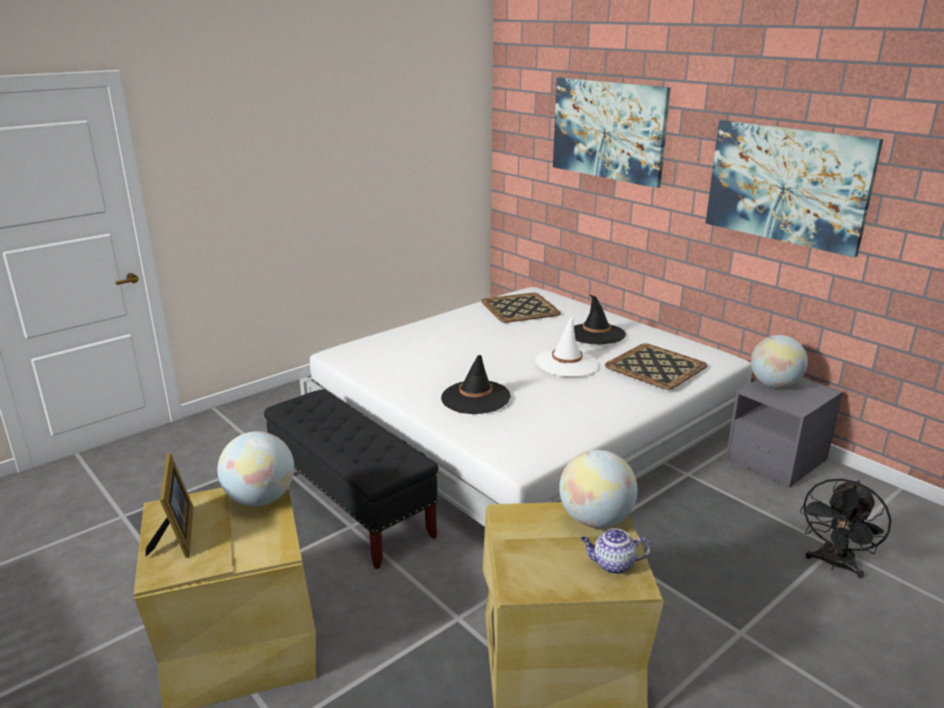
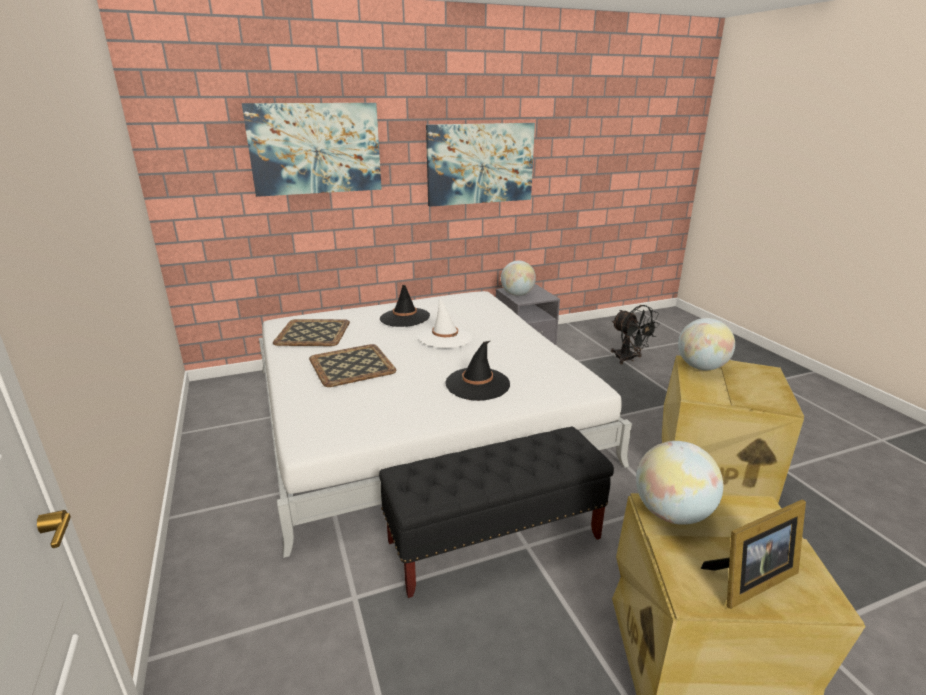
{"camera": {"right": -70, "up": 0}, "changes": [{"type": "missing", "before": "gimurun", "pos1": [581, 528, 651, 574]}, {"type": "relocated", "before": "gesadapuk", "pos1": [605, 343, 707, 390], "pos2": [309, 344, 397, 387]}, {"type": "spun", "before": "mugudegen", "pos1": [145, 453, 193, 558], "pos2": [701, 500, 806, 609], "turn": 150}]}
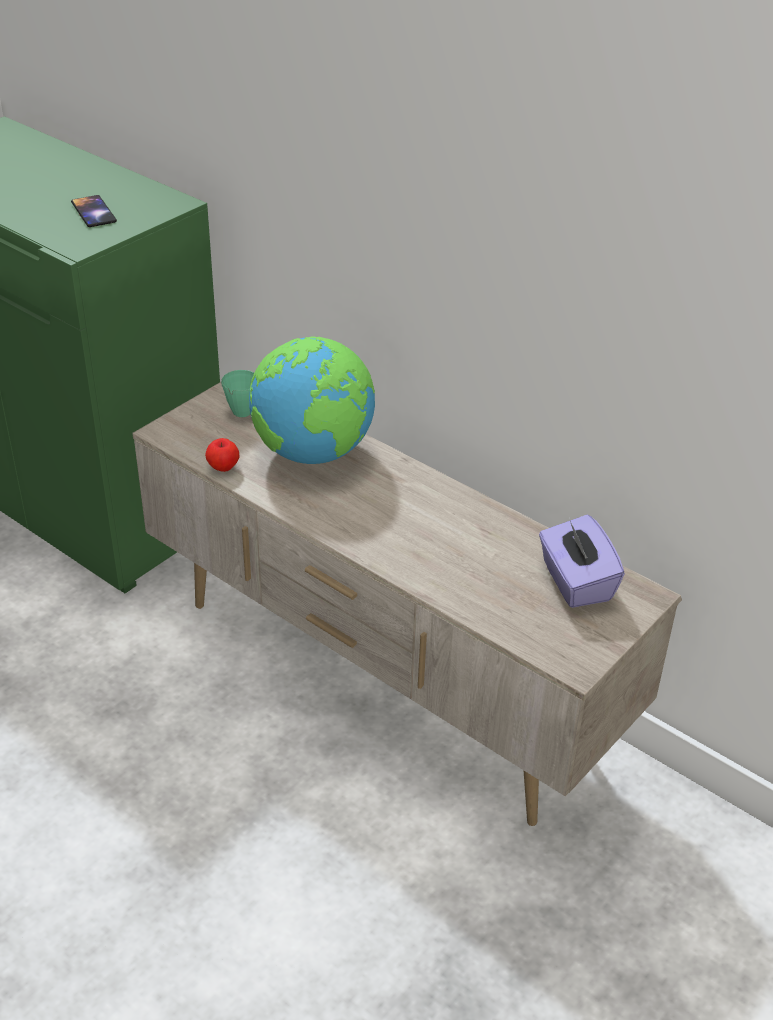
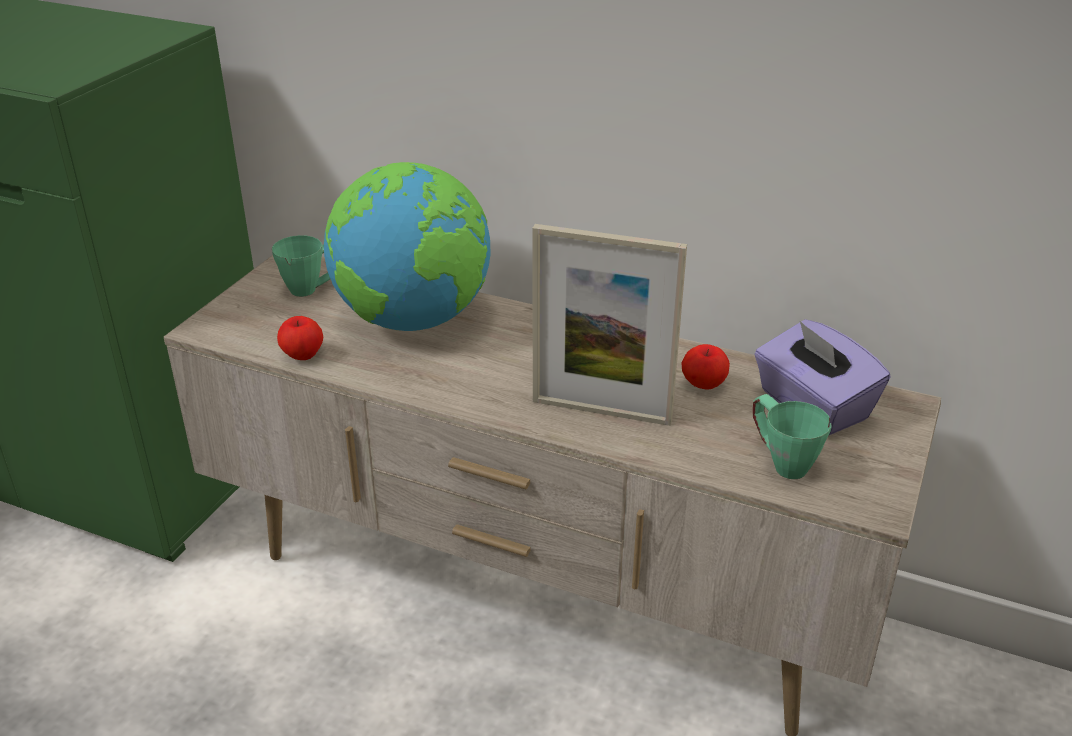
{"camera": {"right": -15, "up": -5}, "changes": [{"type": "missing", "before": "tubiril", "pos1": [71, 195, 117, 227]}, {"type": "appeared", "after": "mugudegen", "pos2": [532, 224, 687, 426]}, {"type": "appeared", "after": "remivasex", "pos2": [682, 344, 730, 390]}, {"type": "appeared", "after": "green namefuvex", "pos2": [753, 394, 831, 479]}]}
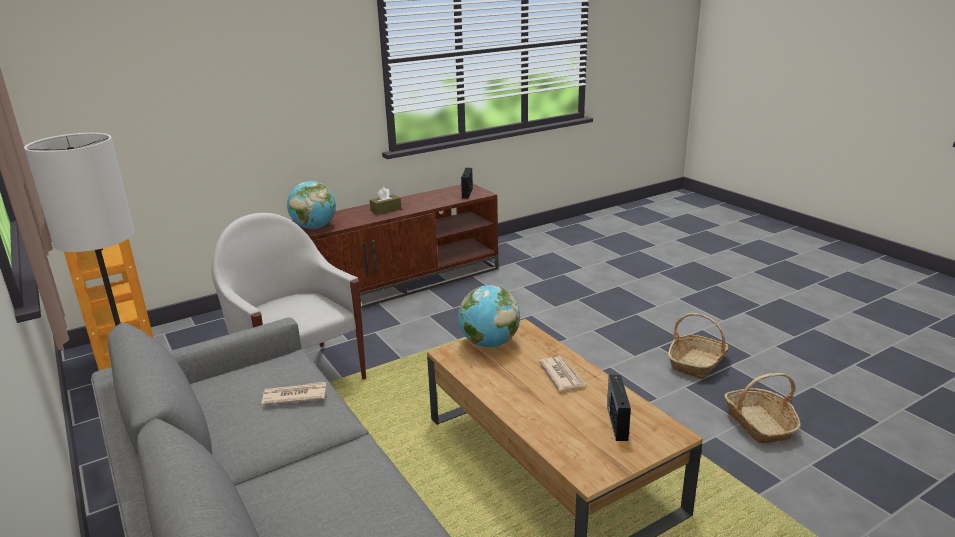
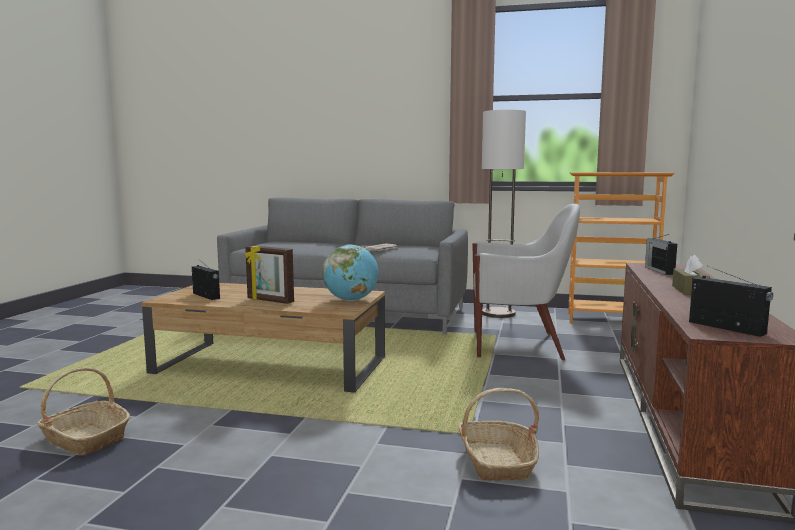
{"camera": {"right": 135, "up": -15}, "changes": [{"type": "relocated", "before": "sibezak", "pos1": [668, 313, 728, 379], "pos2": [458, 388, 539, 481]}, {"type": "exchanged", "before": "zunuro", "after": "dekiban", "pos1": [287, 181, 336, 229], "pos2": [645, 234, 677, 275]}, {"type": "exchanged", "before": "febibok", "after": "mugudegen", "pos1": [539, 356, 586, 390], "pos2": [245, 245, 294, 304]}]}
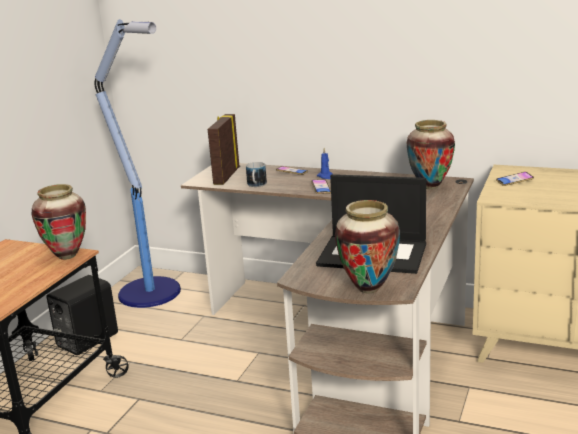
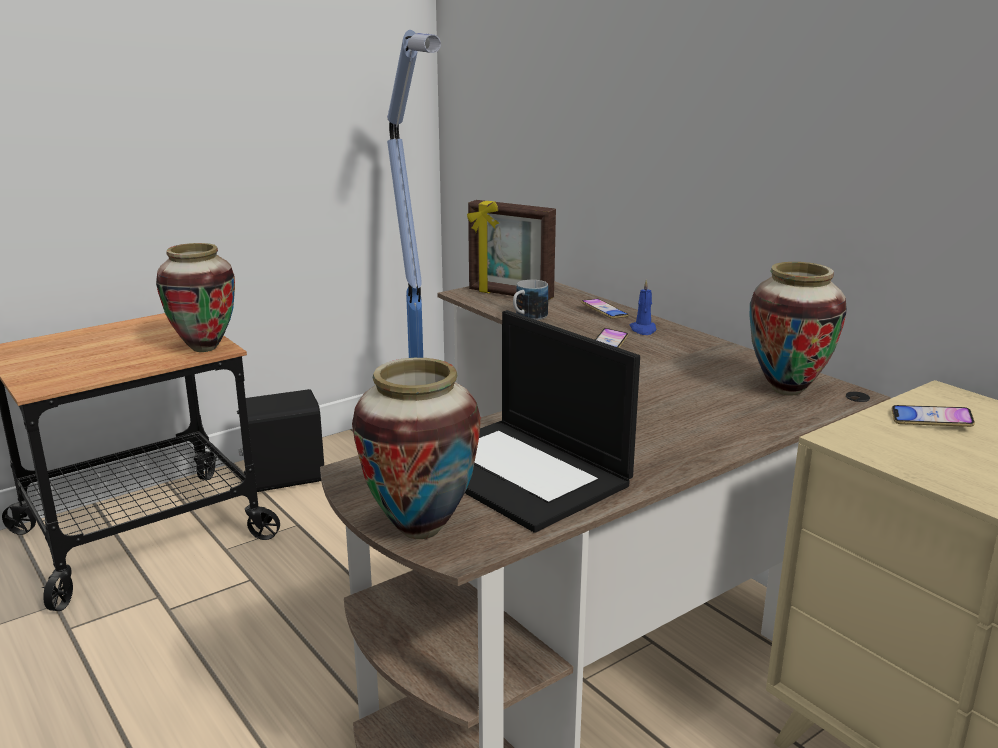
{"camera": {"right": 30, "up": 0}, "changes": [{"type": "spun", "before": "mugudegen", "pos1": [208, 114, 240, 185], "pos2": [467, 200, 556, 300], "turn": -105}]}
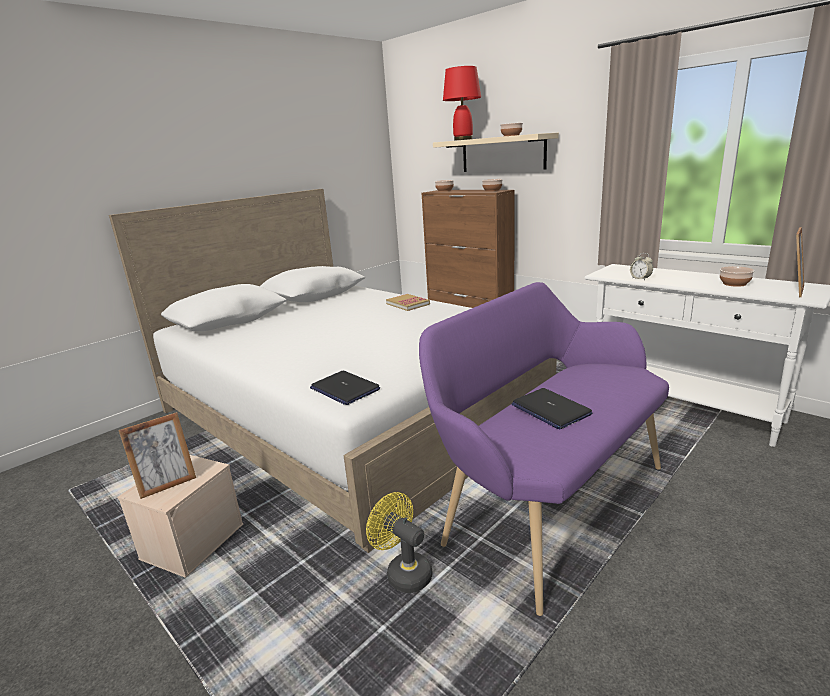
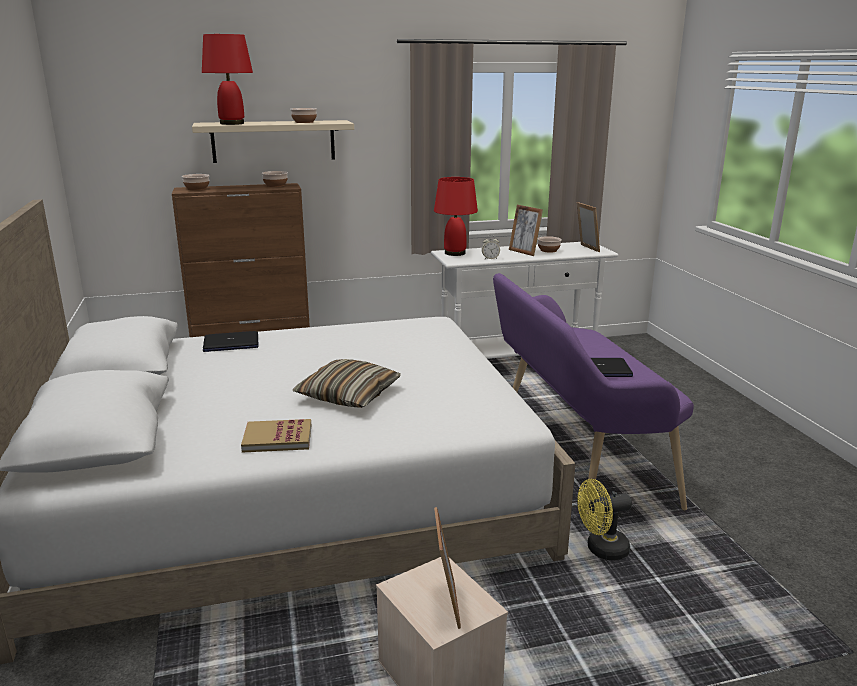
{"camera": {"right": -60, "up": 0}, "changes": [{"type": "appeared", "after": "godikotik", "pos2": [293, 359, 401, 408]}, {"type": "appeared", "after": "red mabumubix", "pos2": [434, 177, 478, 256]}, {"type": "appeared", "after": "mugudegen", "pos2": [509, 205, 543, 256]}, {"type": "relocated", "before": "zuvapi", "pos1": [310, 371, 380, 405], "pos2": [203, 331, 258, 352]}, {"type": "relocated", "before": "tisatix", "pos1": [386, 294, 430, 311], "pos2": [241, 419, 311, 453]}]}
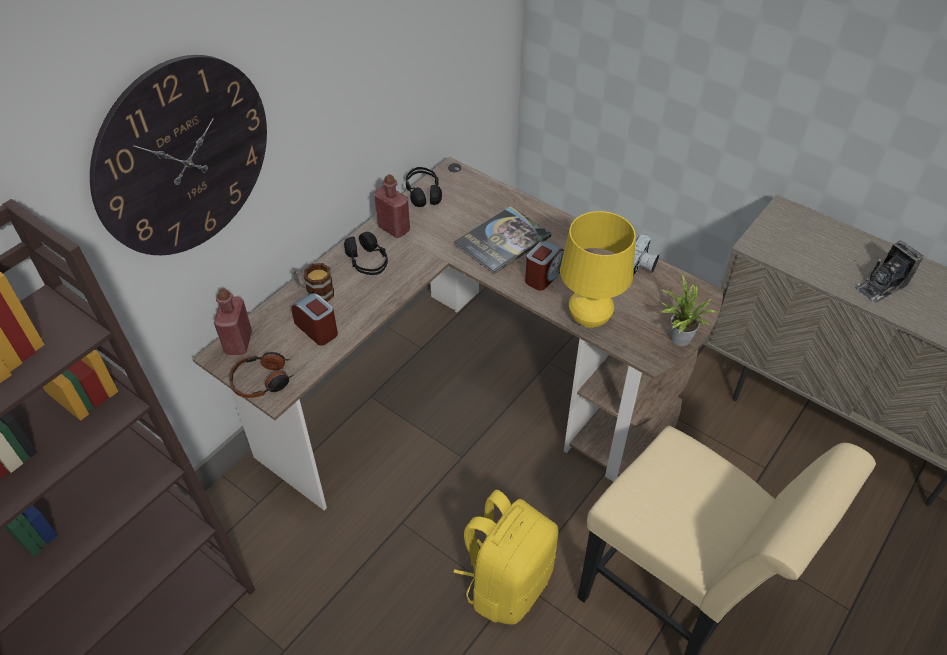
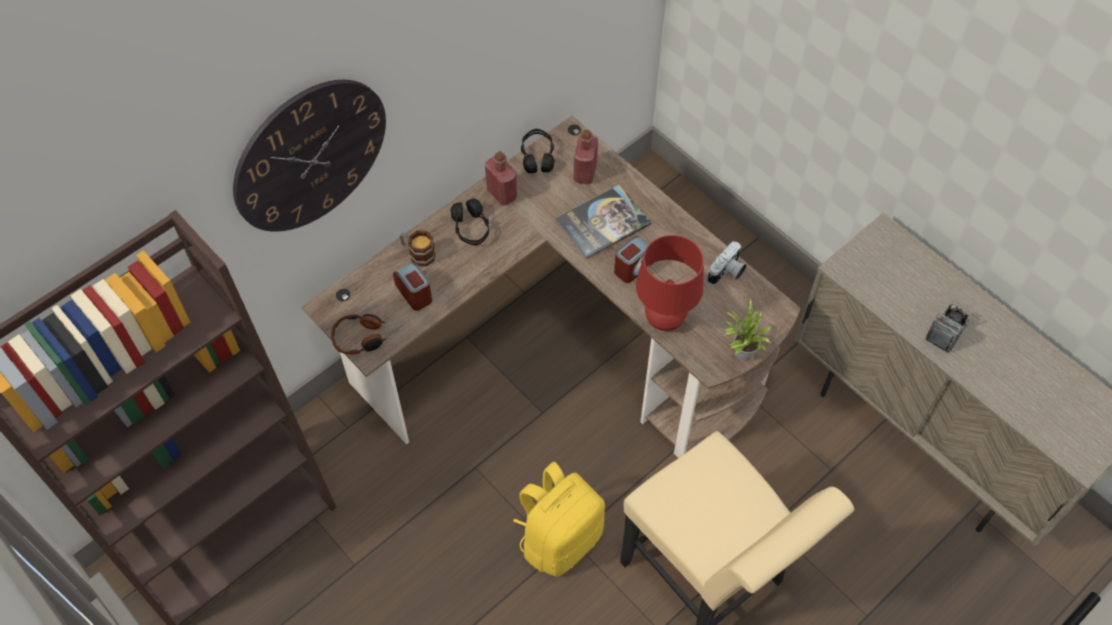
{"camera": {"right": 10, "up": 10}, "changes": [{"type": "relocated", "before": "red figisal", "pos1": [214, 289, 252, 355], "pos2": [574, 130, 598, 184]}, {"type": "colour", "before": "yellow mabumubix", "after": "red mabumubix", "pos1": [560, 211, 636, 328], "pos2": [636, 235, 704, 331]}, {"type": "spun", "before": "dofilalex", "pos1": [853, 241, 924, 303], "pos2": [925, 301, 971, 353], "turn": 150}]}
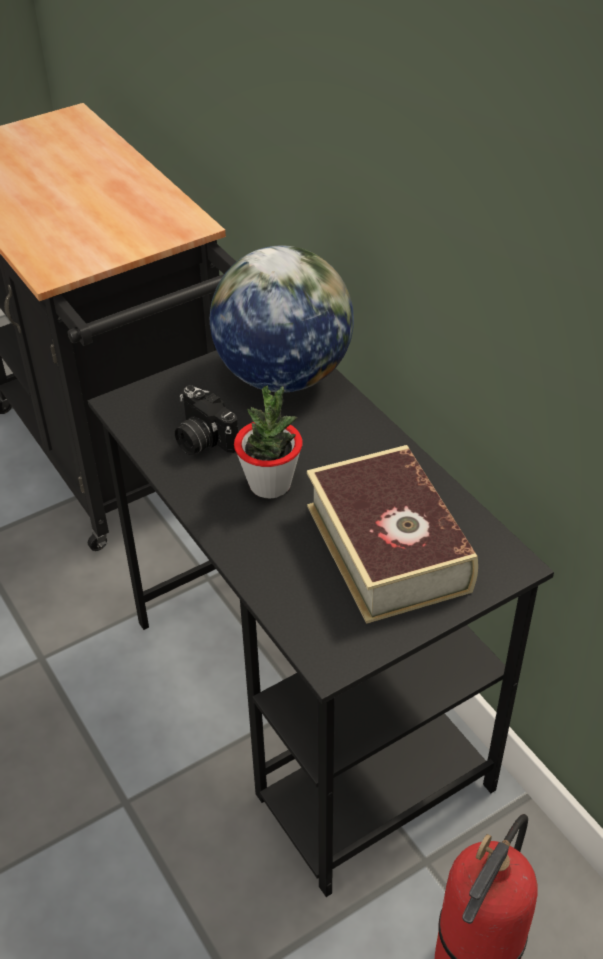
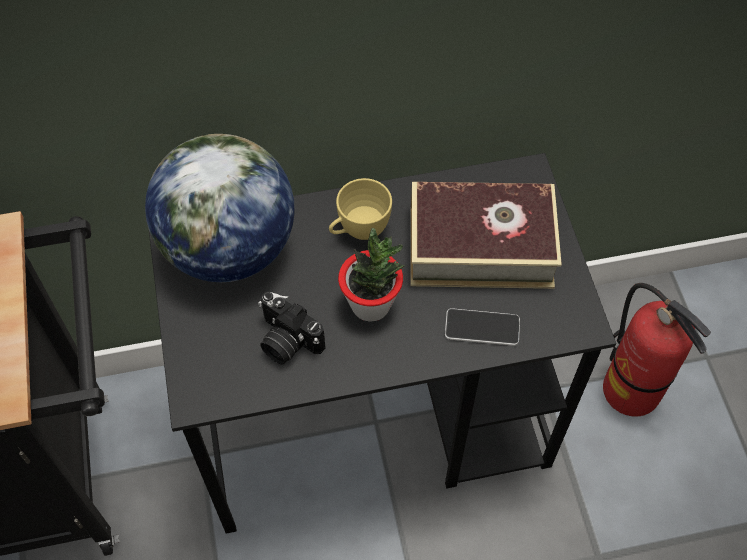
{"camera": {"right": -70, "up": 15}, "changes": [{"type": "appeared", "after": "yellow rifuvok", "pos2": [329, 178, 392, 240]}, {"type": "appeared", "after": "tubiril", "pos2": [445, 308, 520, 346]}, {"type": "spun", "before": "dofilalex", "pos1": [175, 385, 238, 455], "pos2": [258, 292, 325, 365], "turn": 60}]}
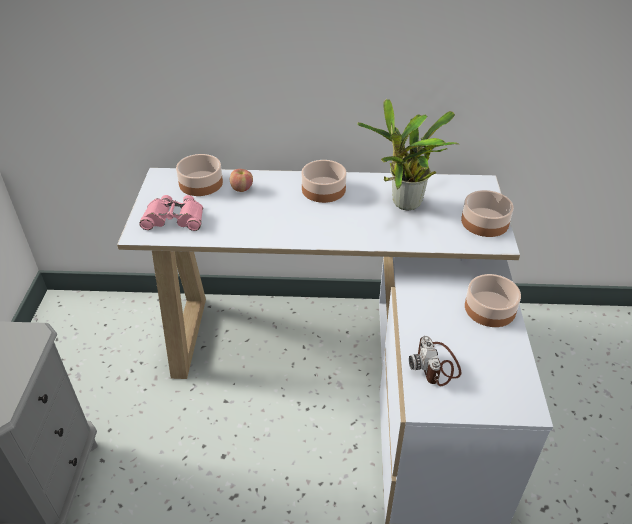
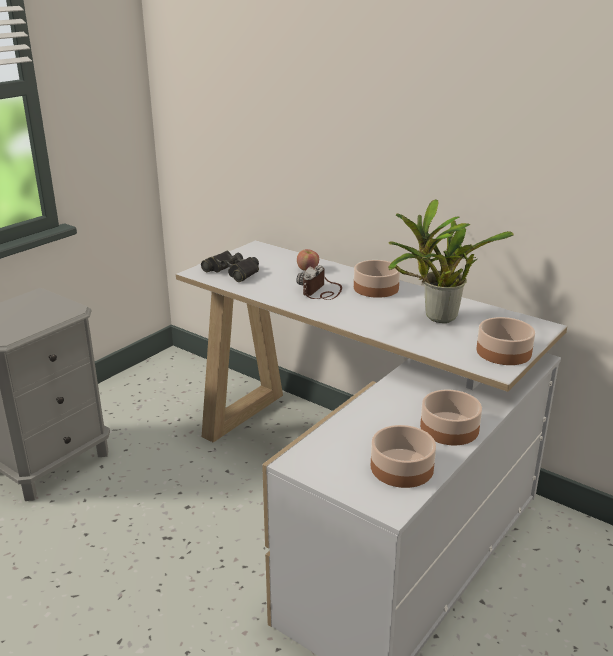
{"camera": {"right": 35, "up": -15}, "changes": [{"type": "relocated", "before": "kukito", "pos1": [176, 154, 223, 196], "pos2": [371, 425, 436, 488]}, {"type": "relocated", "before": "dofilalex", "pos1": [409, 336, 461, 386], "pos2": [296, 265, 342, 300]}, {"type": "colour", "before": "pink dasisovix", "after": "black dasisovix", "pos1": [139, 195, 203, 231], "pos2": [201, 251, 259, 282]}]}
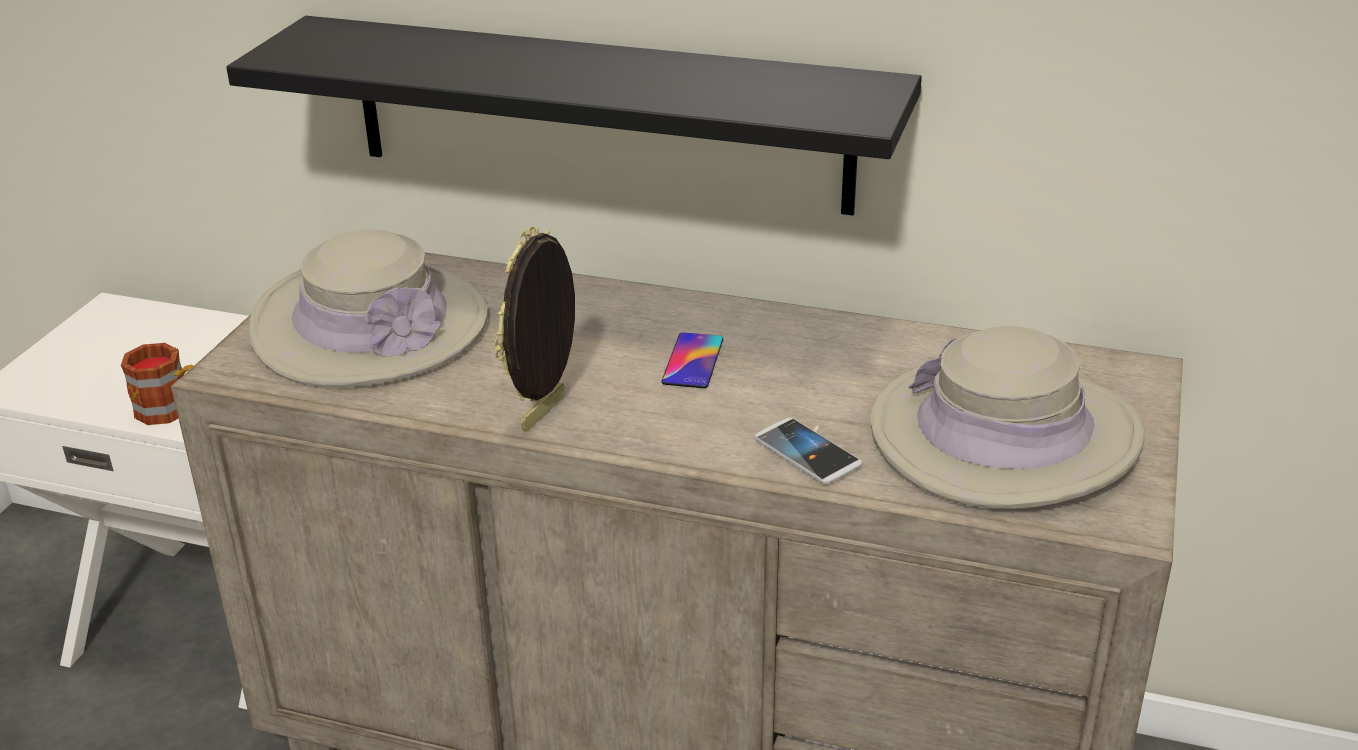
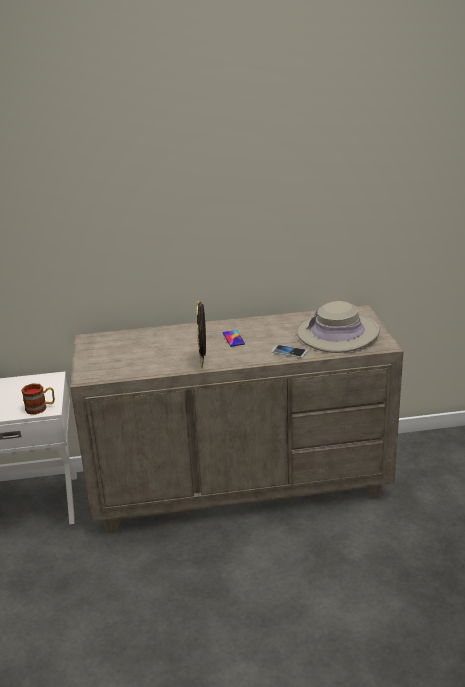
{"camera": {"right": -25, "up": -5}, "changes": [{"type": "missing", "before": "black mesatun", "pos1": [226, 16, 922, 215]}, {"type": "missing", "before": "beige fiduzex", "pos1": [248, 229, 488, 388]}]}
